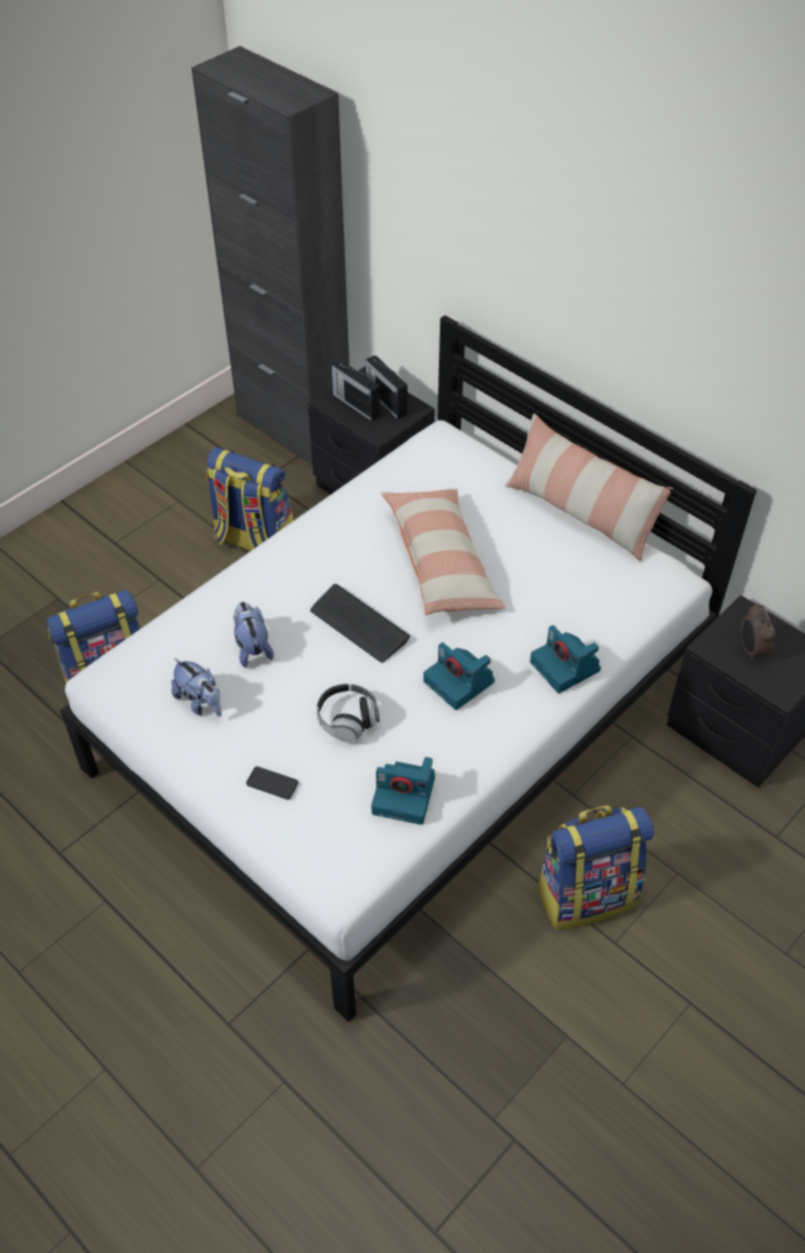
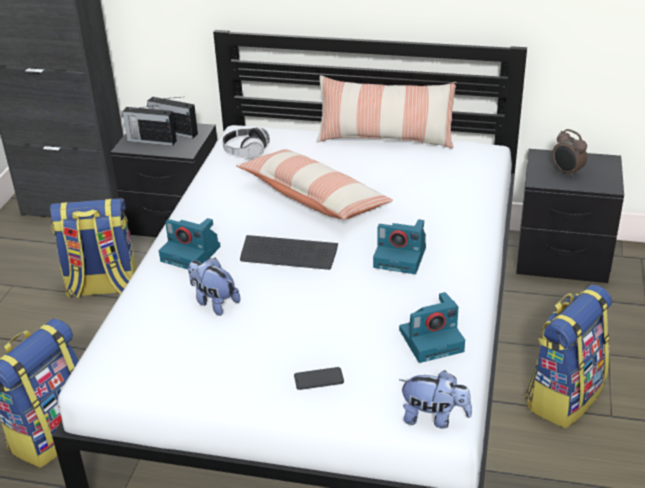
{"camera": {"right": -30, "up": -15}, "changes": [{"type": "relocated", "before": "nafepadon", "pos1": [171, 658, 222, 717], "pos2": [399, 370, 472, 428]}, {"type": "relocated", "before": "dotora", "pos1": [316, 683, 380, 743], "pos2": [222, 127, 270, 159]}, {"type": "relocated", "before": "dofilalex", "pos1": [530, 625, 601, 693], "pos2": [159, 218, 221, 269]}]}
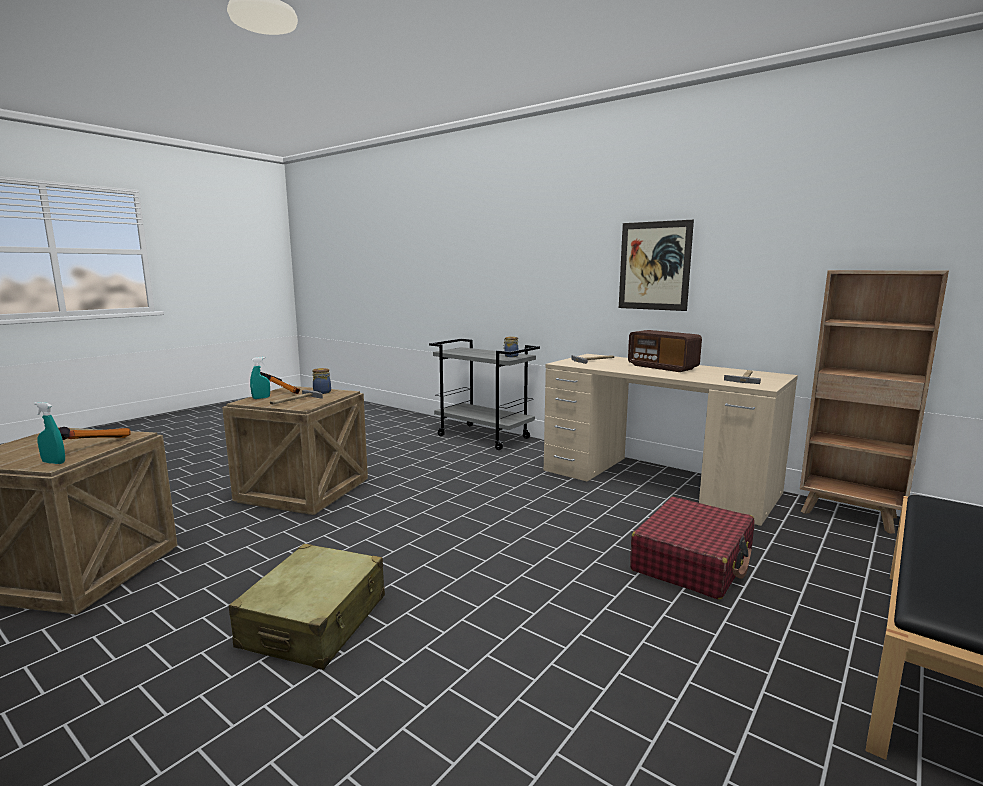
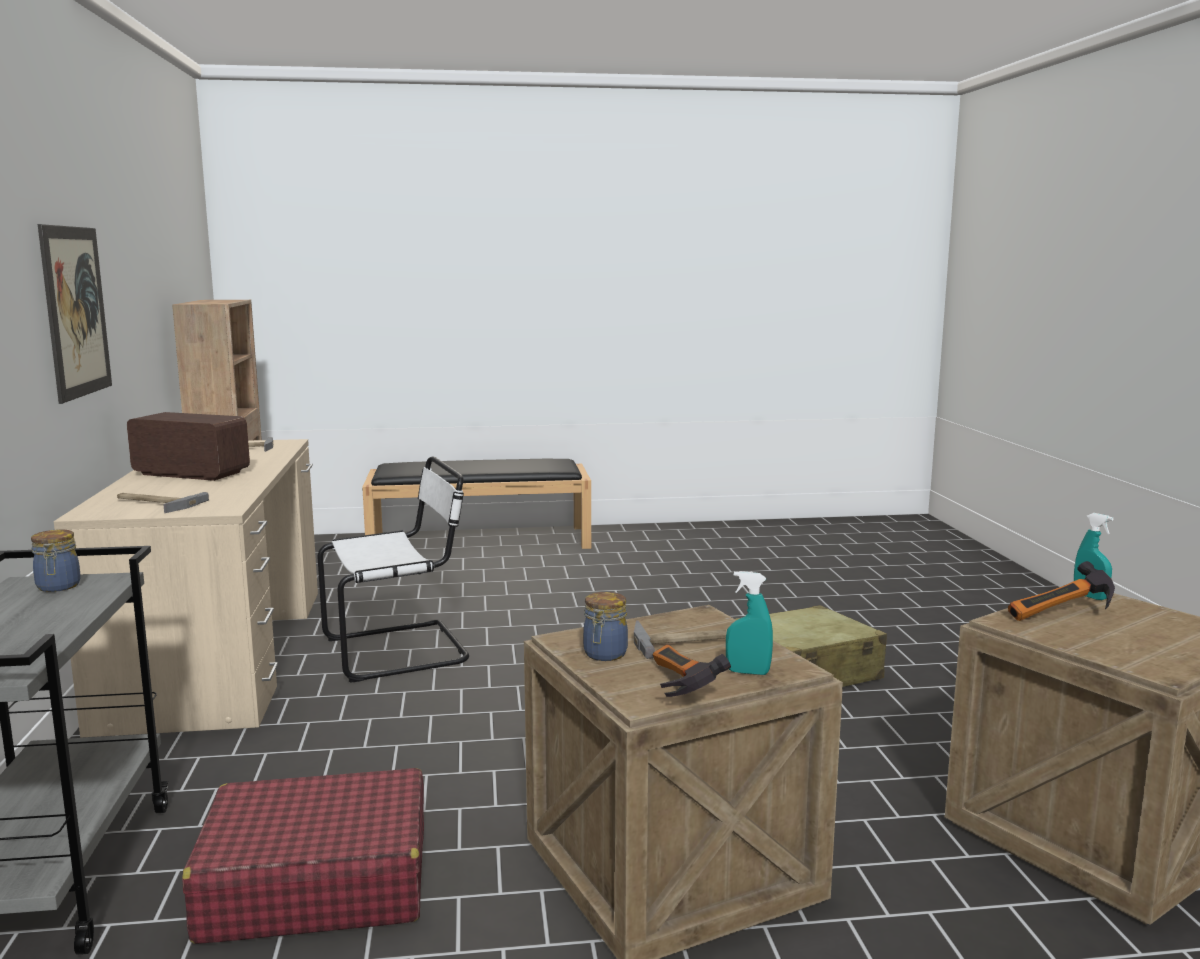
{"camera": {"right": -135, "up": 0}, "changes": [{"type": "appeared", "after": "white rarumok", "pos2": [318, 456, 469, 682]}, {"type": "relocated", "before": "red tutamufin", "pos1": [630, 497, 754, 600], "pos2": [182, 768, 424, 944]}, {"type": "spun", "before": "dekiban", "pos1": [628, 330, 702, 372], "pos2": [127, 412, 250, 481], "turn": -75}]}
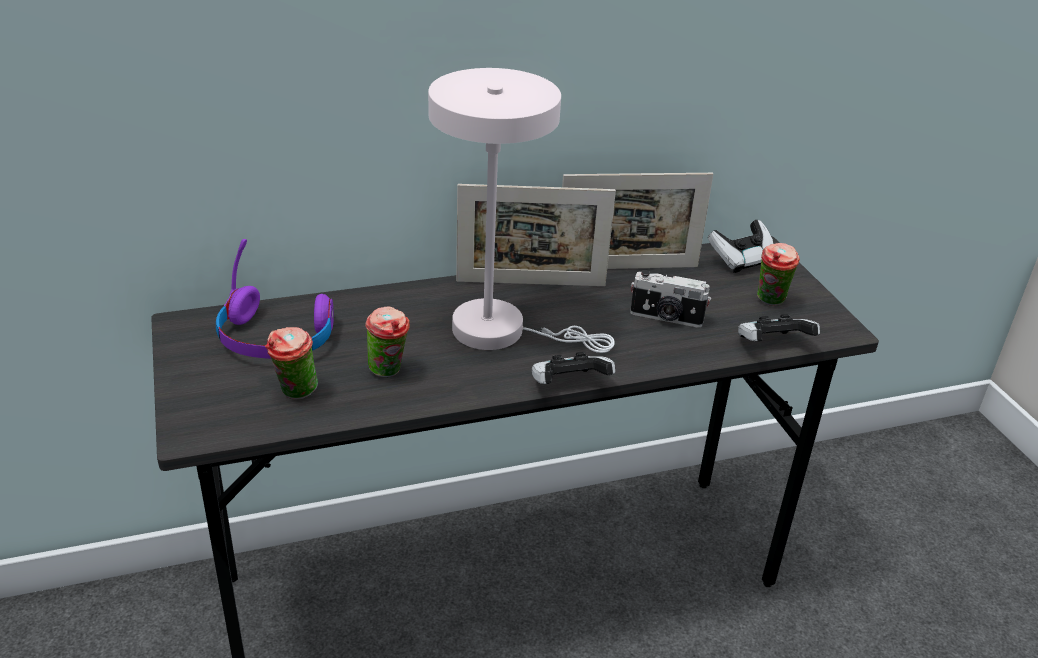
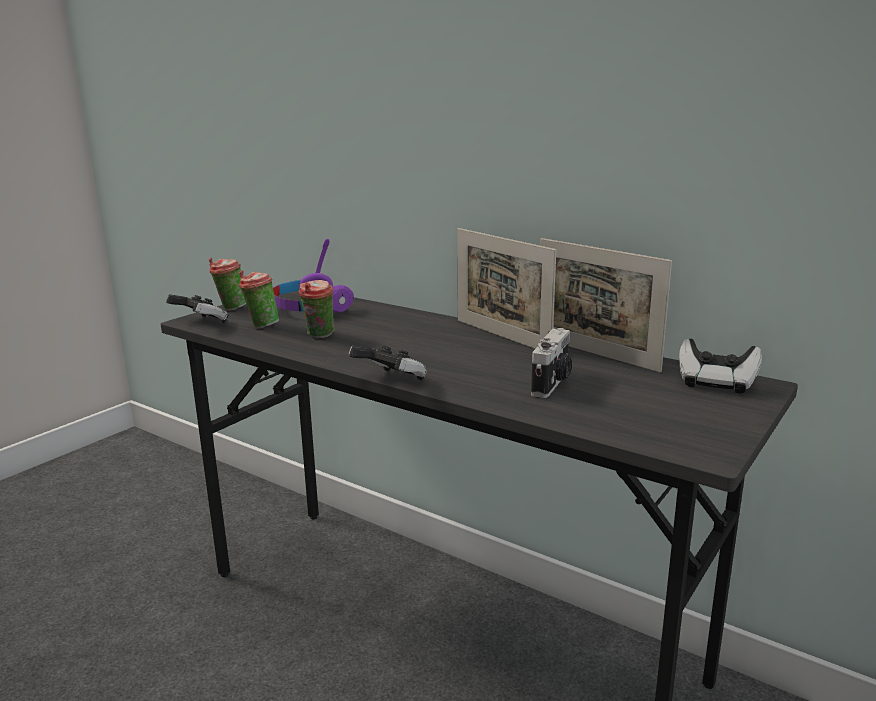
{"camera": {"right": 55, "up": -15}, "changes": [{"type": "missing", "before": "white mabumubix", "pos1": [428, 68, 615, 353]}, {"type": "relocated", "before": "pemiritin", "pos1": [738, 314, 820, 341], "pos2": [166, 294, 228, 323]}, {"type": "relocated", "before": "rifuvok", "pos1": [757, 243, 800, 306], "pos2": [209, 258, 246, 311]}, {"type": "spun", "before": "dofilalex", "pos1": [630, 270, 711, 328], "pos2": [531, 328, 572, 398], "turn": -135}]}
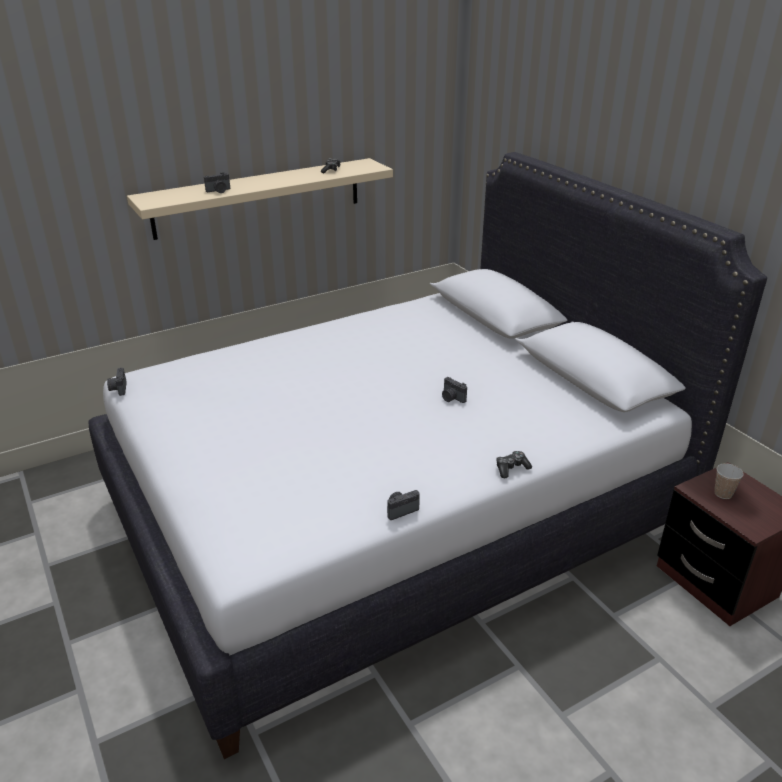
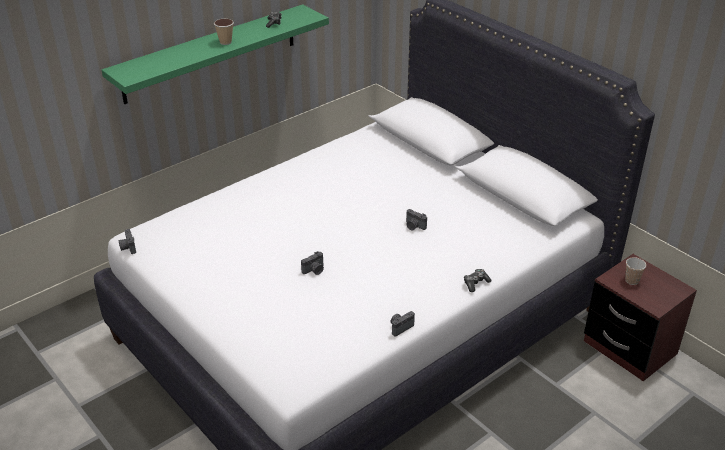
{"camera": {"right": -10, "up": 5}, "changes": [{"type": "appeared", "after": "rifuvok", "pos2": [214, 19, 234, 45]}, {"type": "relocated", "before": "dofilalex", "pos1": [204, 172, 230, 193], "pos2": [301, 251, 324, 275]}, {"type": "colour", "before": "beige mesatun", "after": "green mesatun", "pos1": [127, 158, 393, 240], "pos2": [102, 4, 329, 104]}]}
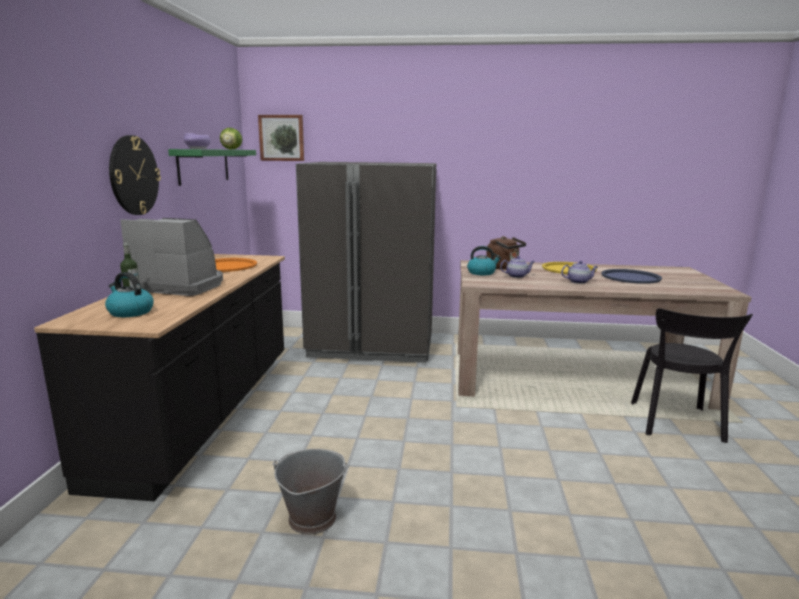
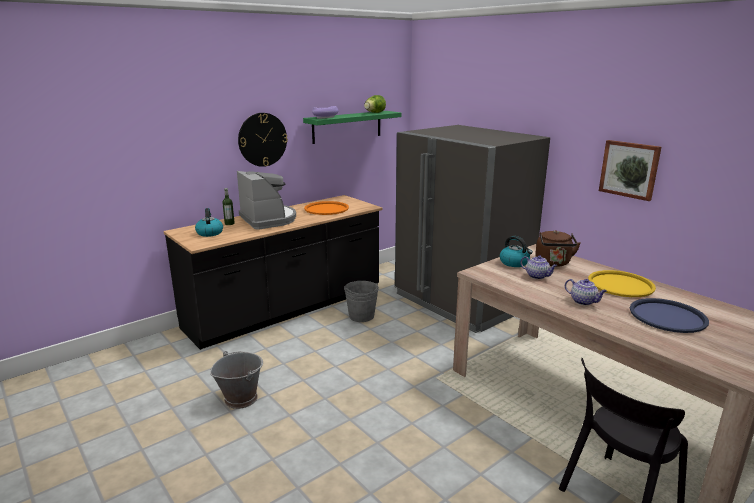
{"camera": {"right": 45, "up": 5}, "changes": [{"type": "appeared", "after": "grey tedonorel", "pos2": [344, 281, 379, 322]}, {"type": "relocated", "before": "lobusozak", "pos1": [258, 115, 304, 161], "pos2": [599, 140, 661, 201]}]}
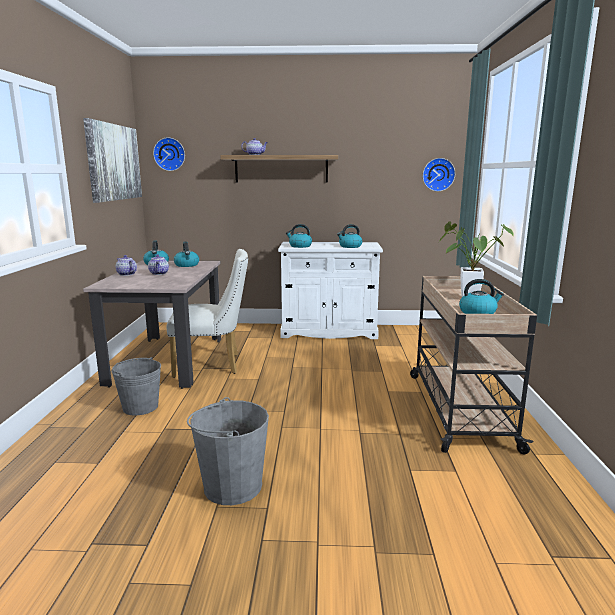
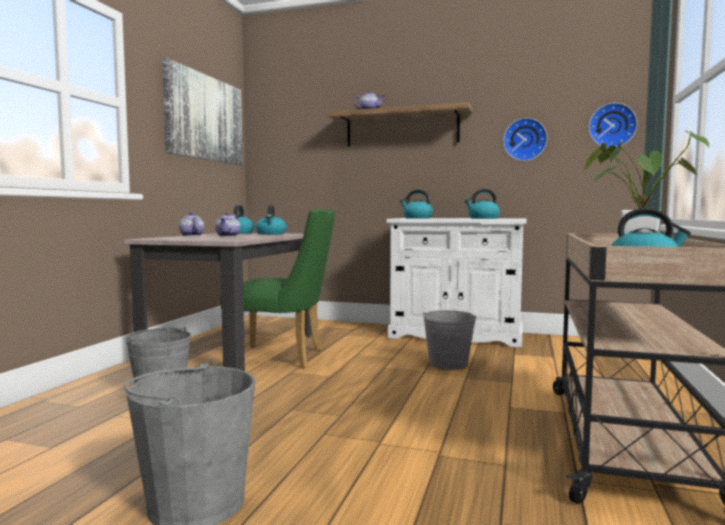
{"camera": {"right": 15, "up": -10}, "changes": [{"type": "appeared", "after": "grey tedonorel", "pos2": [423, 310, 476, 370]}, {"type": "relocated", "before": "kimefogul", "pos1": [153, 137, 185, 171], "pos2": [503, 118, 547, 161]}, {"type": "colour", "before": "white rarumok", "after": "green rarumok", "pos1": [166, 249, 248, 378], "pos2": [220, 209, 335, 368]}]}
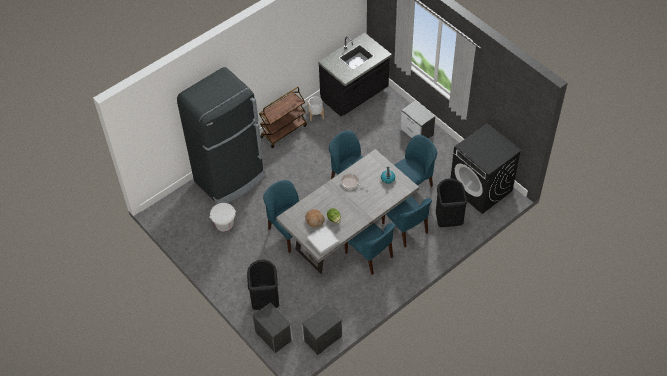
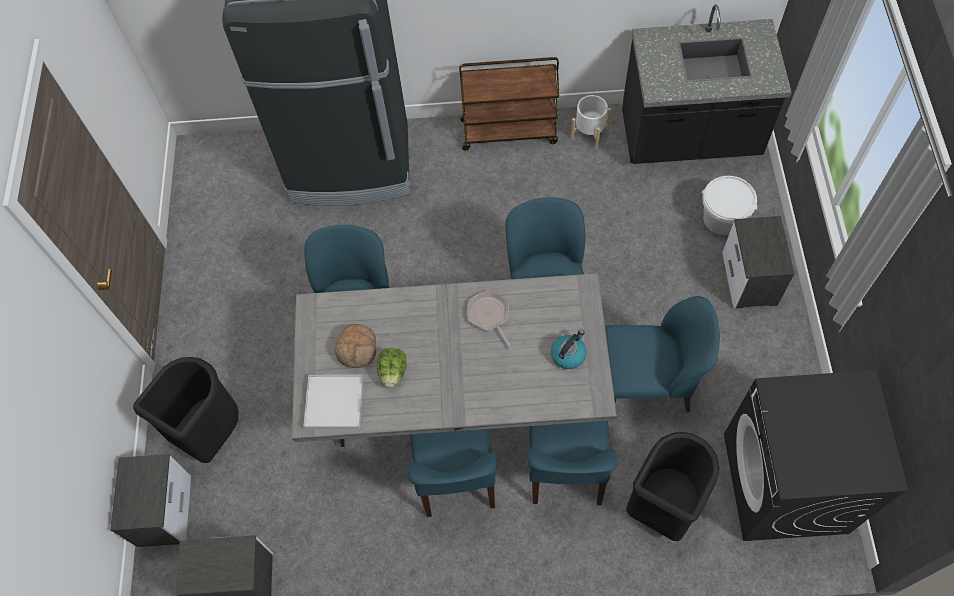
{"camera": {"right": 40, "up": 10}, "changes": [{"type": "relocated", "before": "white tedonorel", "pos1": [209, 203, 236, 231], "pos2": [701, 176, 758, 235]}]}
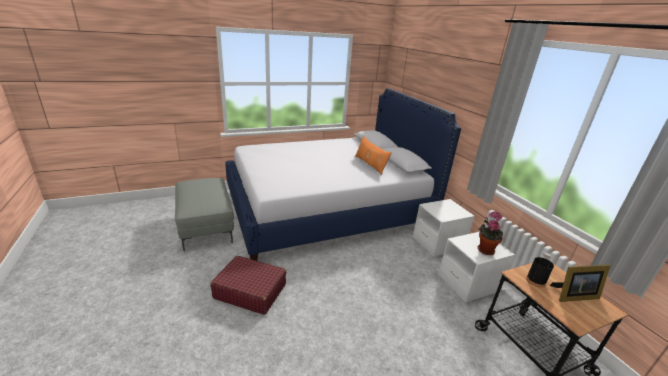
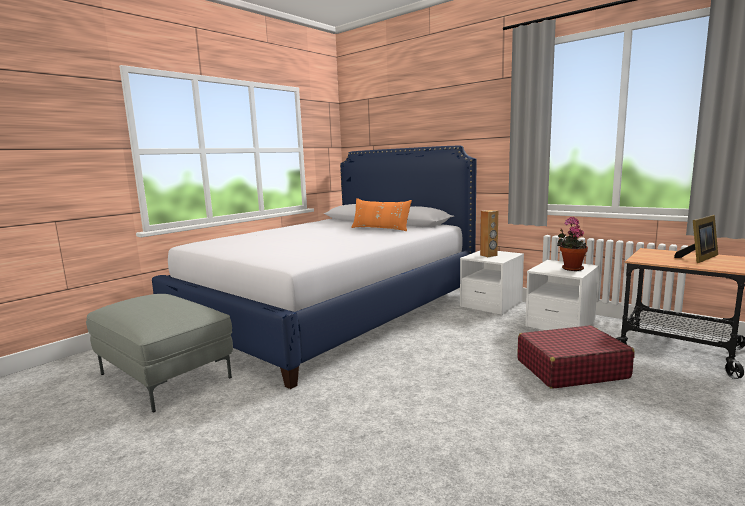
{"camera": {"right": -25, "up": -15}, "changes": [{"type": "missing", "before": "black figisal", "pos1": [526, 253, 554, 288]}, {"type": "appeared", "after": "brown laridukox", "pos2": [480, 210, 498, 257]}, {"type": "relocated", "before": "red tutamufin", "pos1": [210, 256, 286, 315], "pos2": [517, 325, 635, 389]}]}
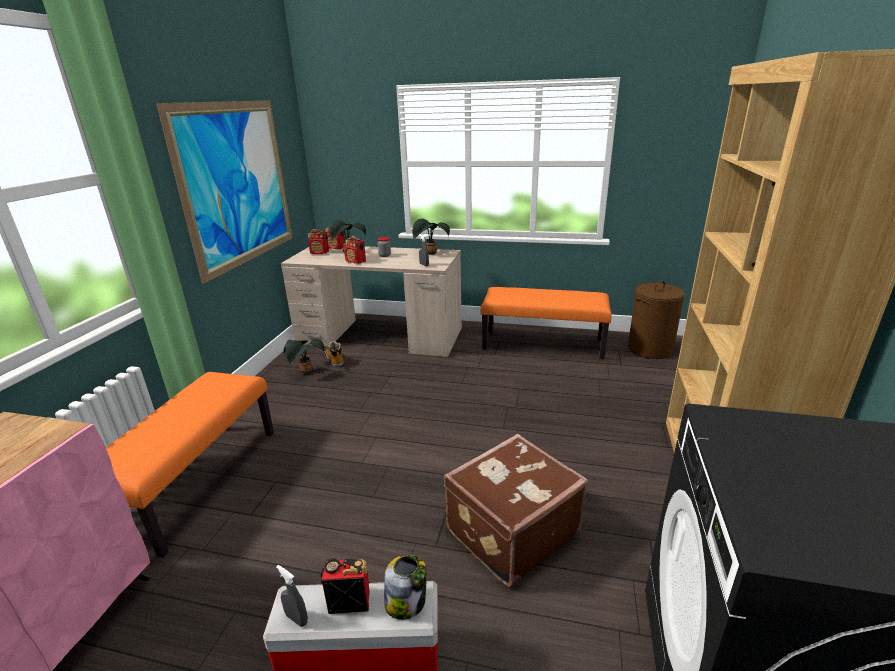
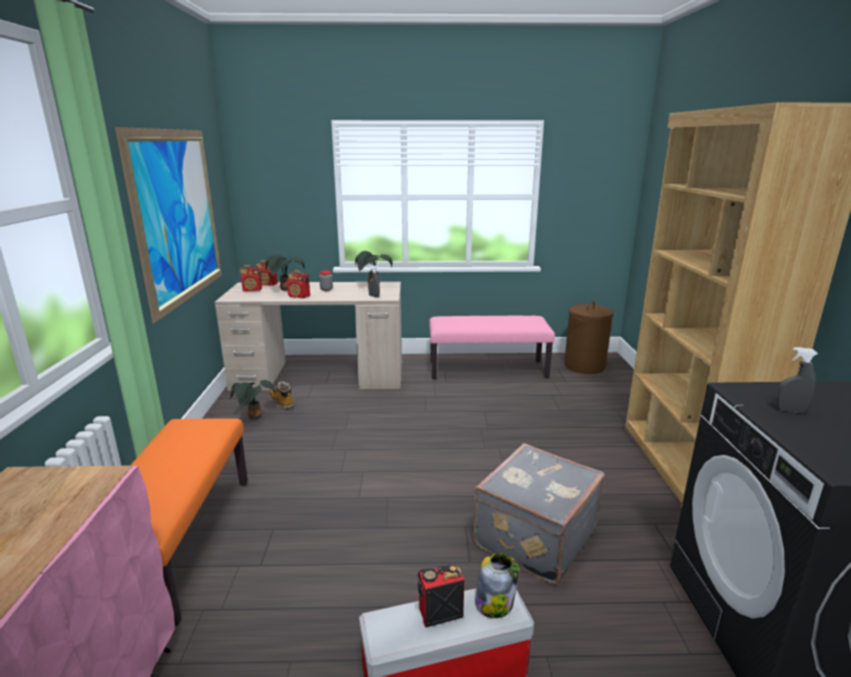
{"camera": {"right": -15, "up": -5}, "changes": [{"type": "relocated", "before": "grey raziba", "pos1": [276, 565, 308, 627], "pos2": [775, 347, 818, 413]}, {"type": "colour", "before": "brown tutamufin", "after": "grey tutamufin", "pos1": [444, 434, 588, 587], "pos2": [473, 443, 605, 585]}, {"type": "colour", "before": "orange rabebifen", "after": "pink rabebifen", "pos1": [481, 287, 612, 359], "pos2": [429, 316, 555, 379]}]}
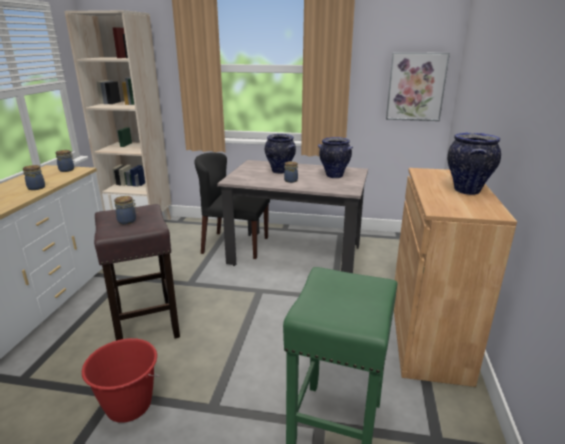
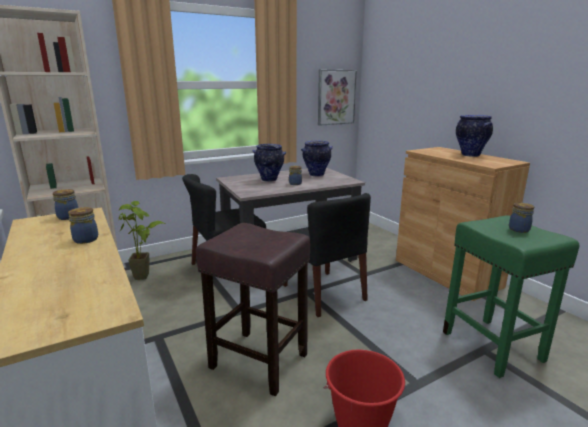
{"camera": {"right": -40, "up": -5}, "changes": [{"type": "appeared", "after": "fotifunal", "pos2": [118, 201, 166, 280]}, {"type": "appeared", "after": "black rarumok", "pos2": [283, 193, 371, 317]}, {"type": "relocated", "before": "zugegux", "pos1": [114, 196, 138, 224], "pos2": [509, 203, 534, 233]}]}
